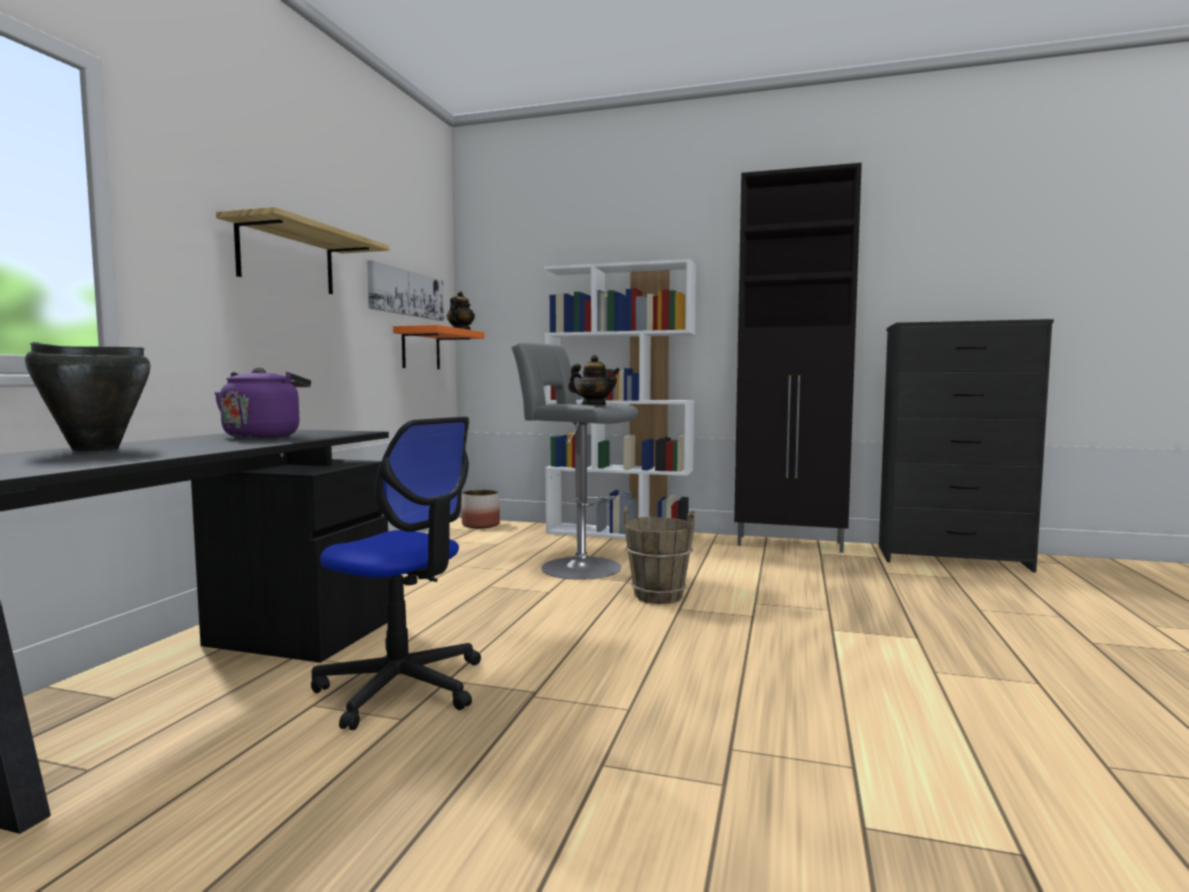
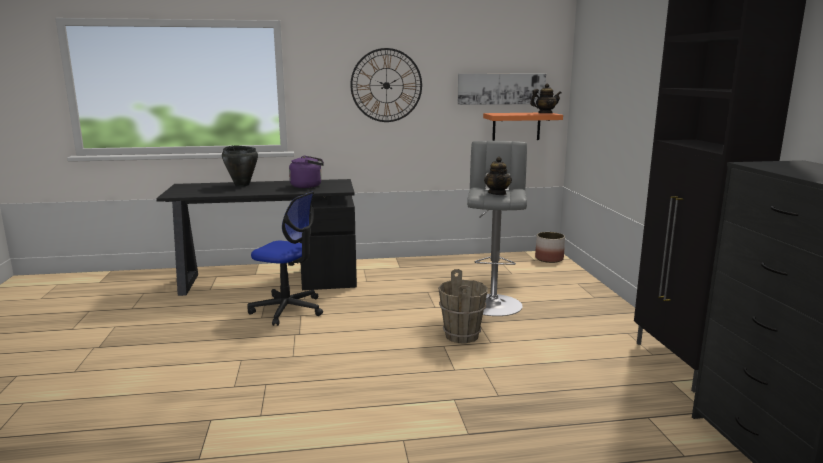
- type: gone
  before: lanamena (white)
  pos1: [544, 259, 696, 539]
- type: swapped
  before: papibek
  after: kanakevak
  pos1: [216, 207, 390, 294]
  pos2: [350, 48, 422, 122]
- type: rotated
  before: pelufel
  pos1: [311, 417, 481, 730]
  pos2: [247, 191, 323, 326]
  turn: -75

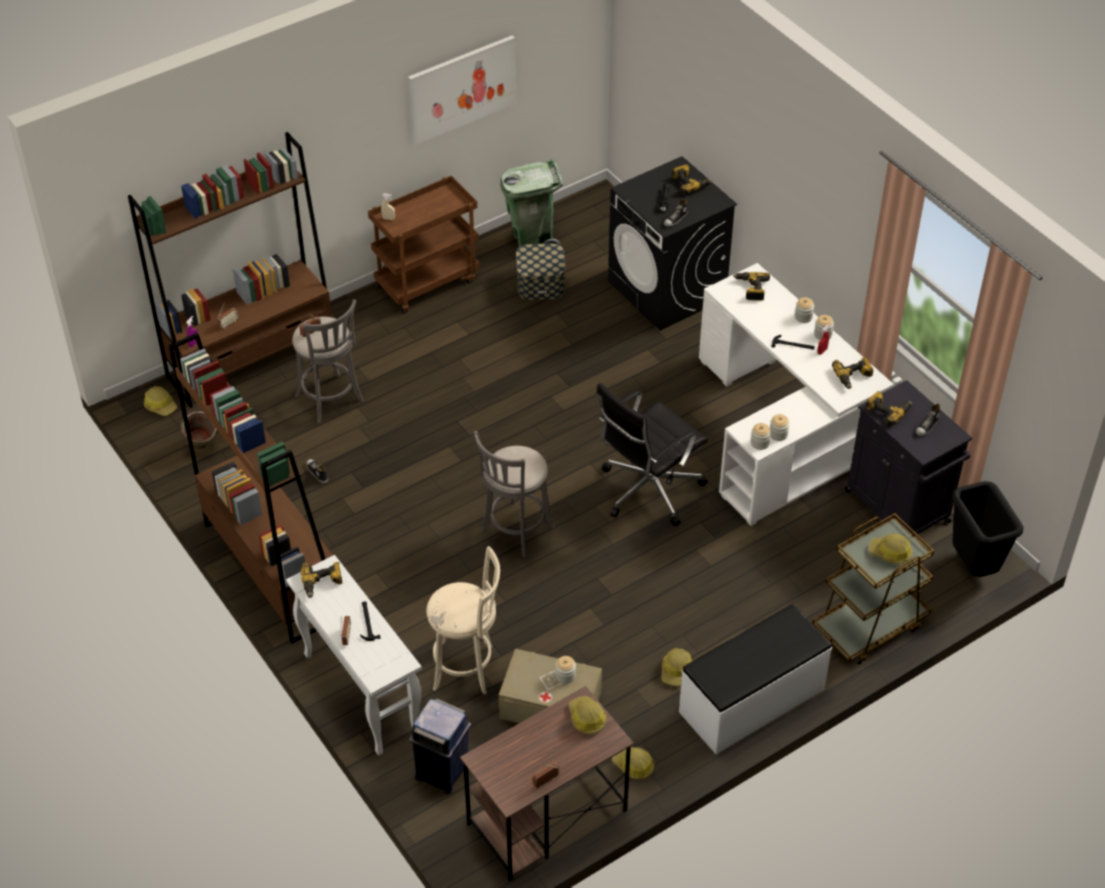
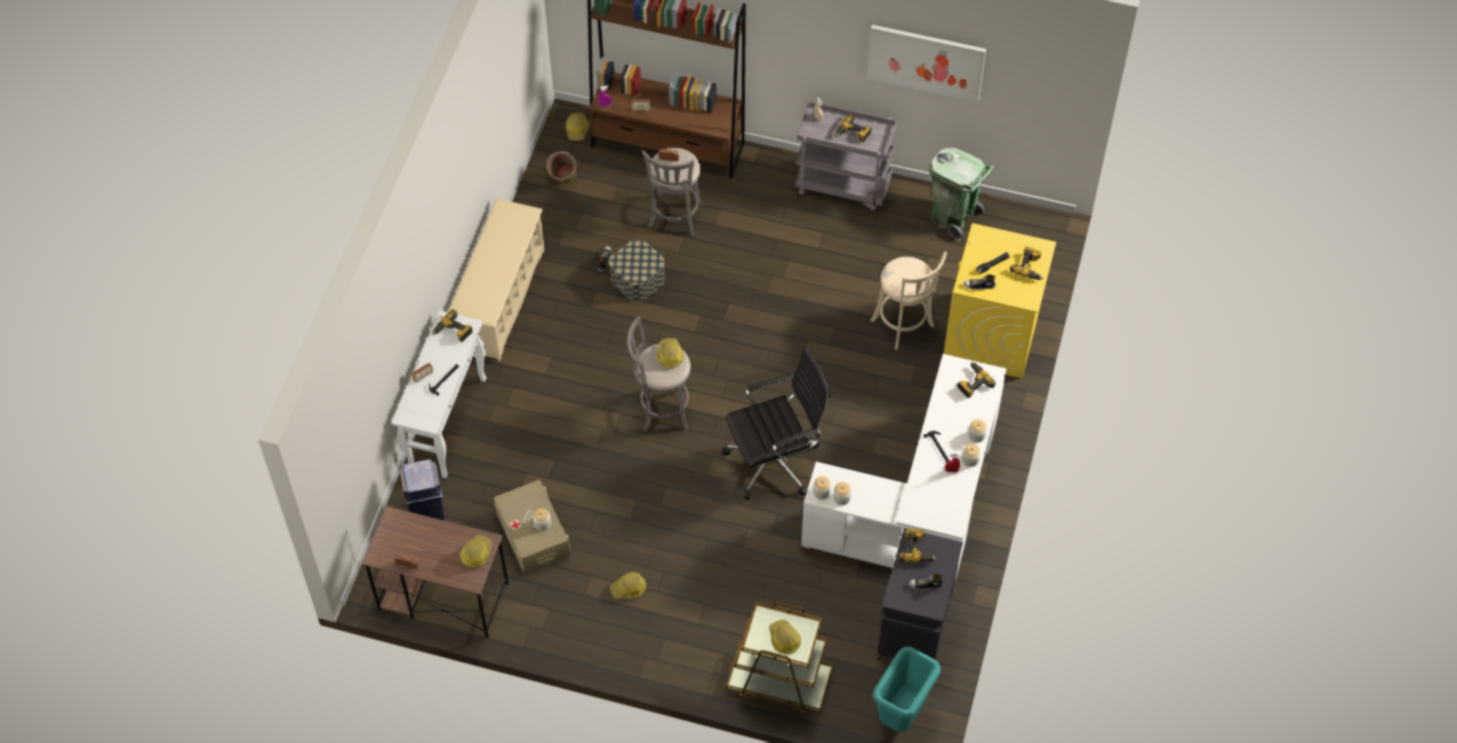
- type: gone
  before: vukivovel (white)
  pos1: [679, 604, 832, 754]
- type: shifted
  before: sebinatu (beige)
  pos1: [426, 546, 500, 695]
  pos2: [870, 252, 947, 350]
- type: shifted
  before: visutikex
  pos1: [516, 243, 566, 300]
  pos2: [609, 239, 665, 302]
- type: shifted
  before: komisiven
  pos1: [612, 747, 654, 779]
  pos2: [657, 338, 684, 368]
- type: shifted
  before: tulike
  pos1: [832, 357, 873, 389]
  pos2: [834, 113, 872, 143]
- type: swapped
  before: lanamena (brown)
  after: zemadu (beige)
  pos1: [168, 333, 333, 644]
  pos2: [448, 198, 544, 361]
- type: repainted
  before: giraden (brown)
  after: giraden (grey)
  pos1: [368, 176, 480, 314]
  pos2: [795, 101, 897, 212]
- type: repainted
  before: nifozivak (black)
  after: nifozivak (yellow)
  pos1: [608, 156, 737, 331]
  pos2: [944, 223, 1056, 378]
- type: repainted
  before: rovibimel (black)
  after: rovibimel (turquoise)
  pos1: [952, 481, 1023, 577]
  pos2: [873, 647, 941, 732]
- type: rotated
  before: pelufel (black)
  pos1: [597, 382, 708, 527]
  pos2: [722, 347, 830, 500]
  turn: 150

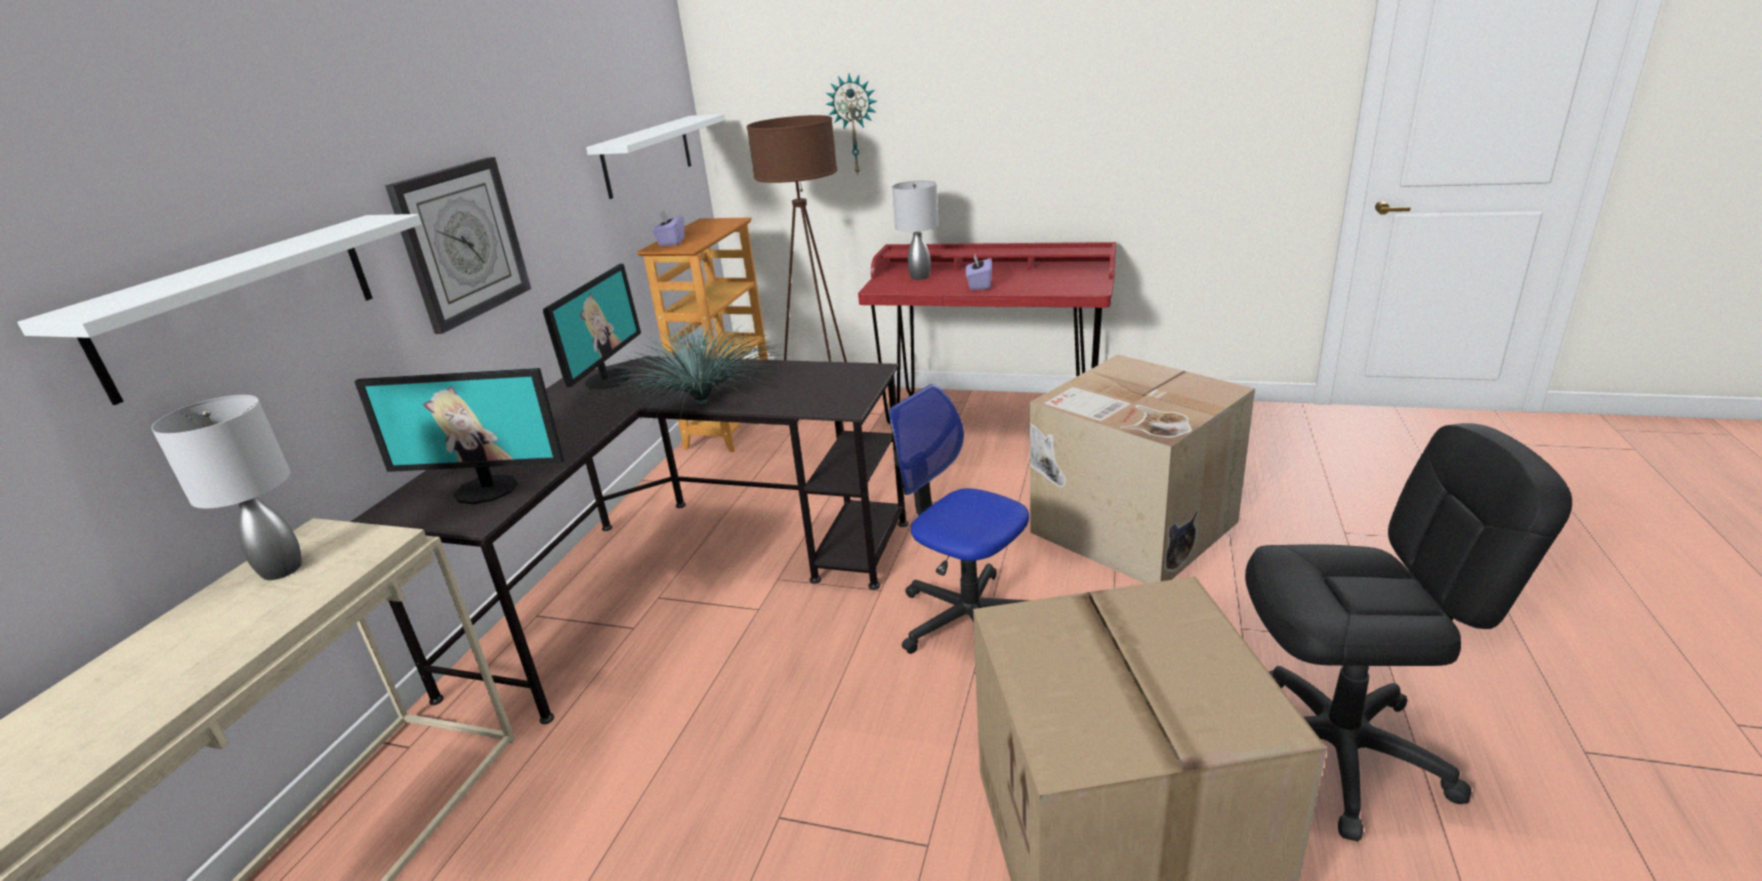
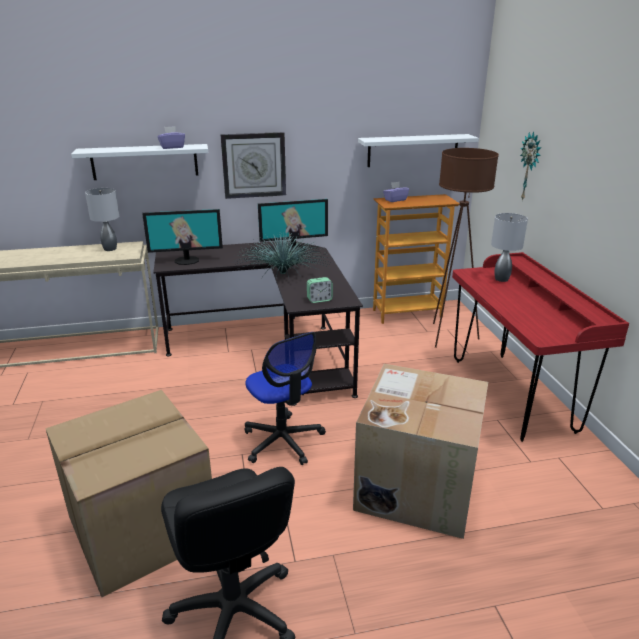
- type: new
  after: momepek
  pos2: [307, 277, 333, 303]
- type: shifted
  before: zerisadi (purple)
  pos1: [966, 254, 992, 290]
  pos2: [158, 126, 185, 149]
- type: rotated
  before: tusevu
  pos1: [354, 368, 564, 504]
  pos2: [142, 209, 223, 265]
  turn: -75
- type: rotated
  before: pelufel
  pos1: [889, 384, 1031, 654]
  pos2: [245, 332, 326, 465]
  turn: 135

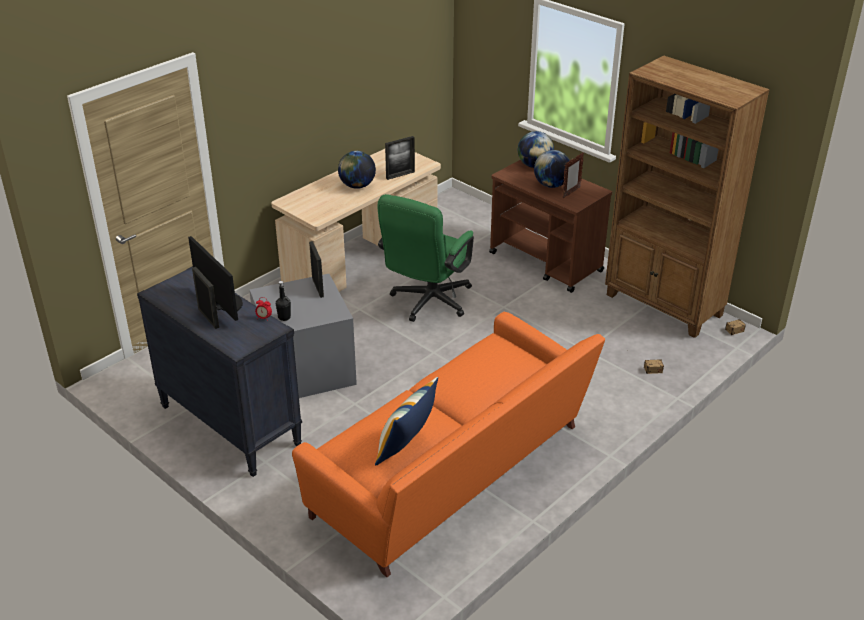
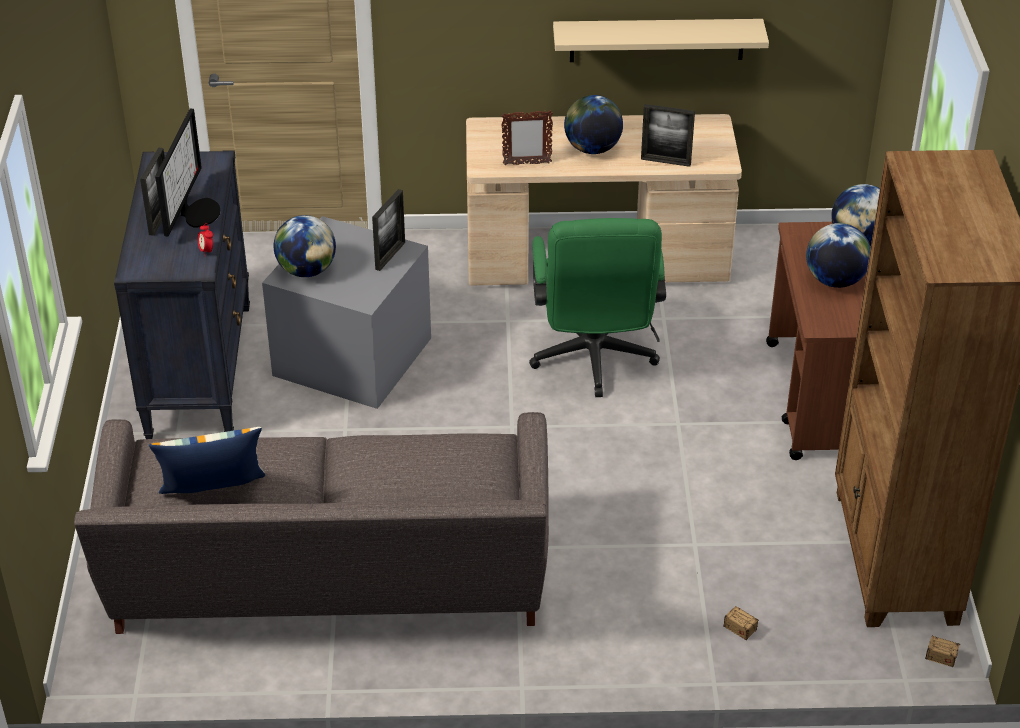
- type: new
  after: papibek (beige)
  pos2: [553, 19, 769, 62]
- type: shifted
  before: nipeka
  pos1: [563, 152, 584, 199]
  pos2: [501, 110, 553, 165]
- type: swapped
  before: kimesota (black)
  after: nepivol
  pos1: [276, 281, 291, 321]
  pos2: [274, 215, 336, 277]
- type: repainted
  before: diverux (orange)
  after: diverux (grey)
  pos1: [292, 312, 605, 577]
  pos2: [74, 412, 549, 634]
- type: rotated
  before: pelufel (green)
  pos1: [378, 194, 474, 322]
  pos2: [529, 218, 666, 397]
  turn: -75

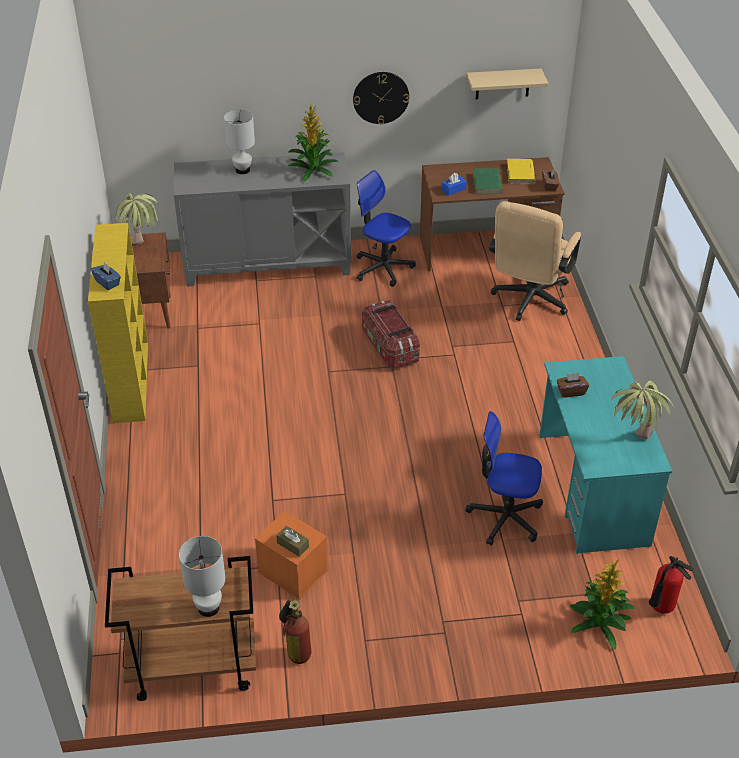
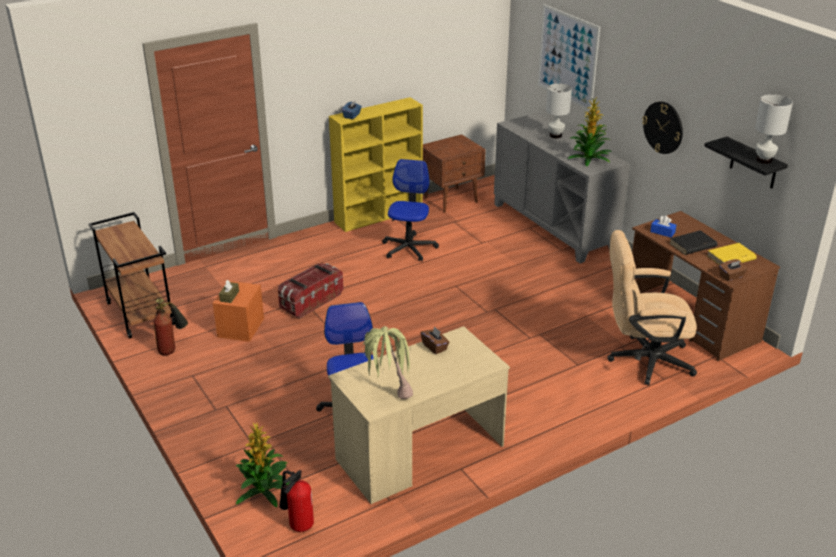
- type: gone
  before: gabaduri
  pos1: [115, 193, 158, 245]
- type: new
  after: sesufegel
  pos2: [538, 4, 600, 111]
- type: shifted
  before: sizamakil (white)
  pos1: [179, 536, 225, 617]
  pos2: [755, 94, 793, 164]
- type: shifted
  before: pelufel
  pos1: [356, 170, 416, 287]
  pos2: [382, 159, 439, 261]
- type: shifted
  before: visutikex
  pos1: [361, 300, 420, 368]
  pos2: [278, 263, 344, 319]
- type: repainted
  before: papibek (beige)
  after: papibek (black)
  pos1: [466, 69, 549, 99]
  pos2: [704, 137, 788, 188]
- type: repainted
  before: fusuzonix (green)
  after: fusuzonix (black)
  pos1: [473, 168, 503, 194]
  pos2: [669, 230, 717, 255]
- type: repainted
  before: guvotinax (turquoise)
  after: guvotinax (beige)
  pos1: [539, 356, 673, 553]
  pos2: [328, 326, 510, 504]

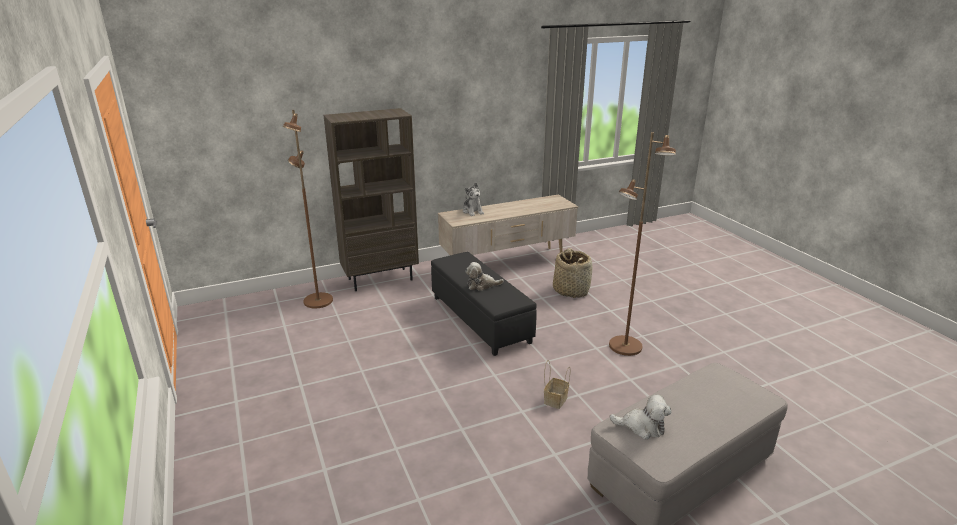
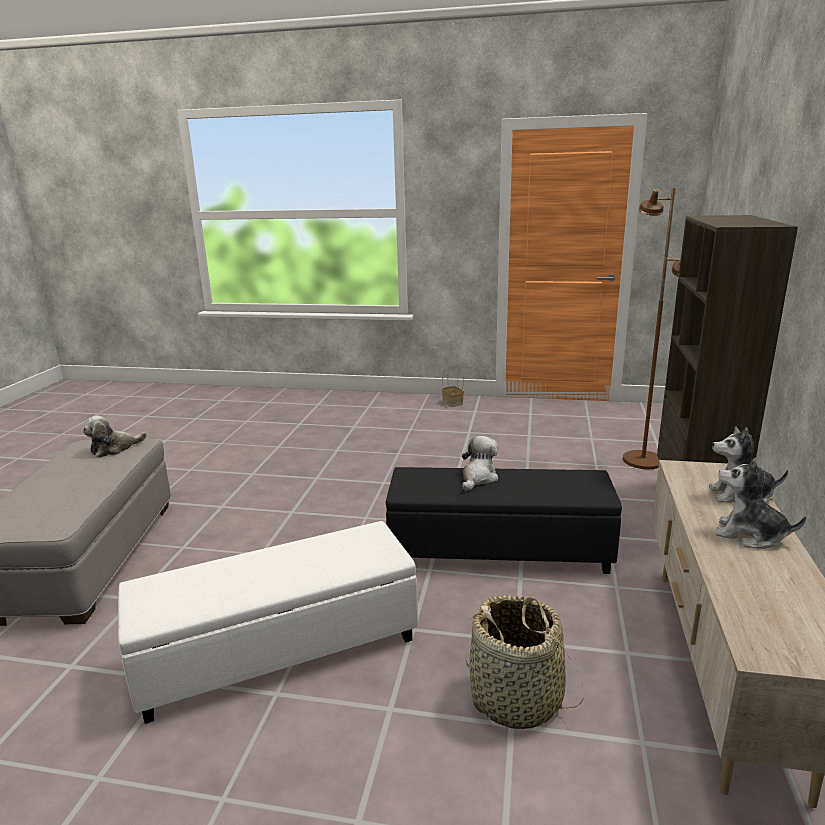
- type: new
  after: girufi
  pos2: [715, 458, 806, 549]
- type: shifted
  before: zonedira
  pos1: [544, 360, 570, 409]
  pos2: [442, 367, 464, 407]
- type: swapped
  before: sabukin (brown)
  after: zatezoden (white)
  pos1: [609, 132, 676, 356]
  pos2: [118, 521, 418, 724]

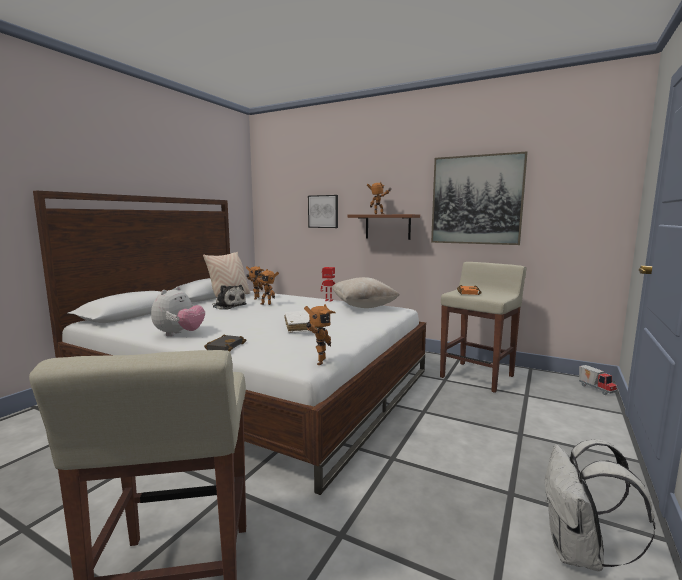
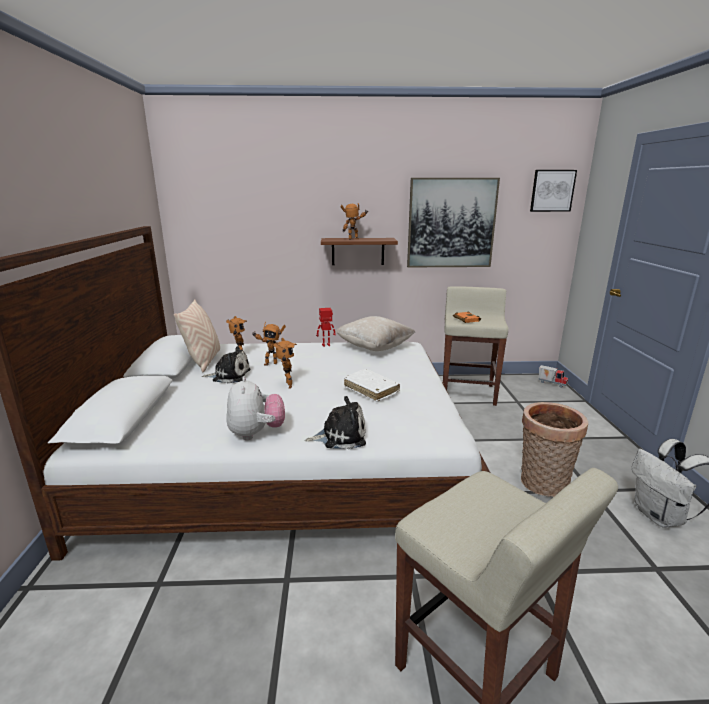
- type: new
  after: zonedira
  pos2: [521, 402, 588, 497]
- type: shifted
  before: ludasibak
  pos1: [304, 304, 336, 365]
  pos2: [273, 338, 297, 389]
- type: shifted
  before: sesufegel
  pos1: [308, 195, 338, 228]
  pos2: [530, 170, 577, 212]
- type: swapped
  before: fusuzonix (black)
  after: girufi
  pos1: [204, 334, 246, 351]
  pos2: [305, 396, 366, 449]

